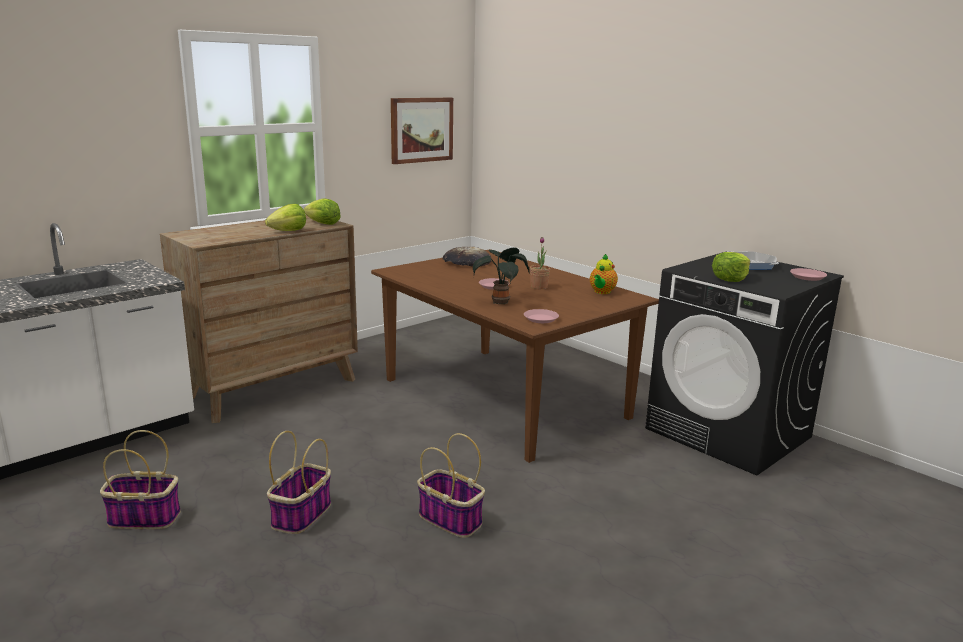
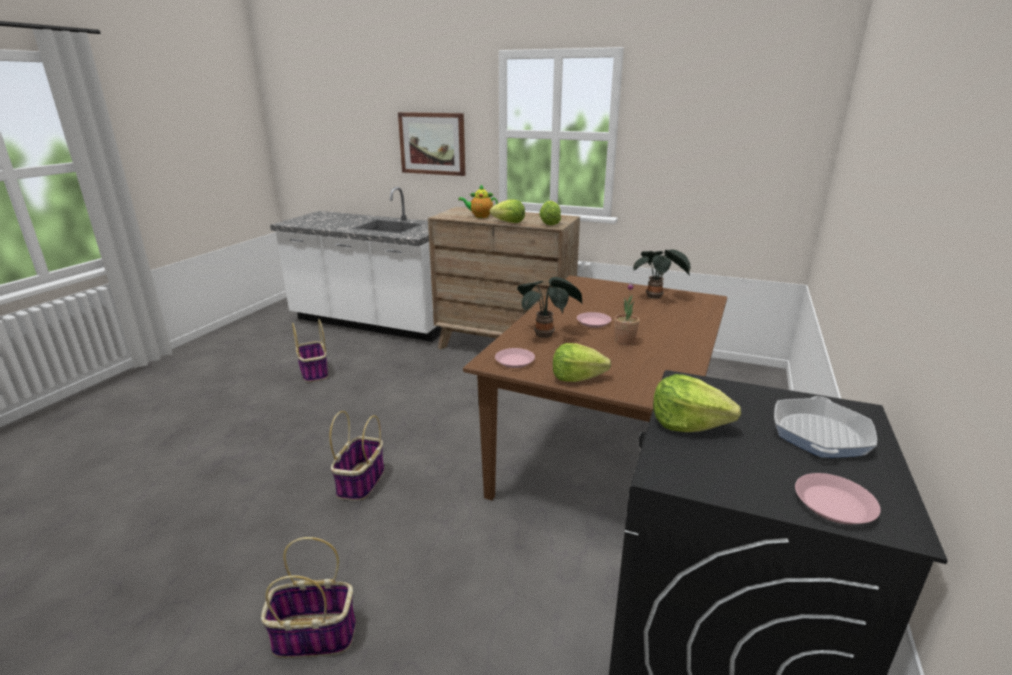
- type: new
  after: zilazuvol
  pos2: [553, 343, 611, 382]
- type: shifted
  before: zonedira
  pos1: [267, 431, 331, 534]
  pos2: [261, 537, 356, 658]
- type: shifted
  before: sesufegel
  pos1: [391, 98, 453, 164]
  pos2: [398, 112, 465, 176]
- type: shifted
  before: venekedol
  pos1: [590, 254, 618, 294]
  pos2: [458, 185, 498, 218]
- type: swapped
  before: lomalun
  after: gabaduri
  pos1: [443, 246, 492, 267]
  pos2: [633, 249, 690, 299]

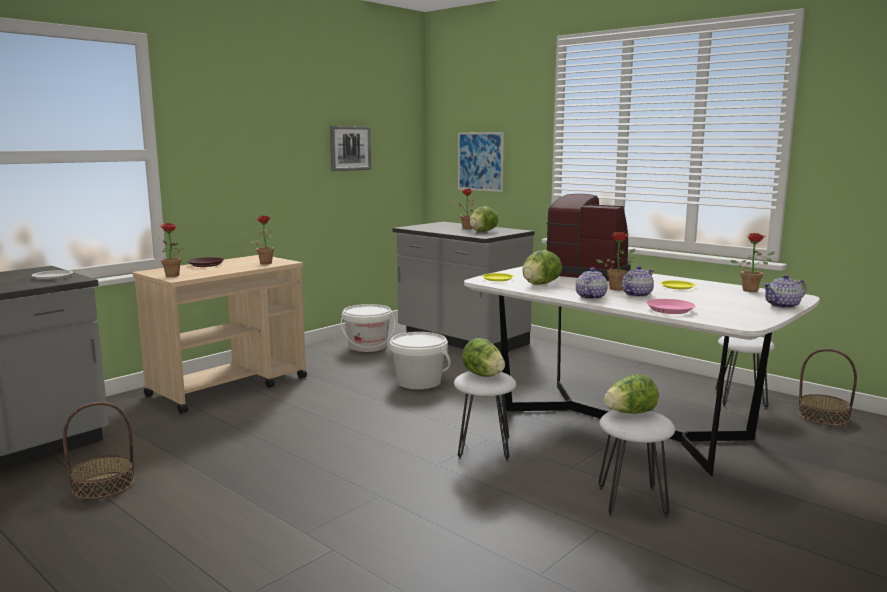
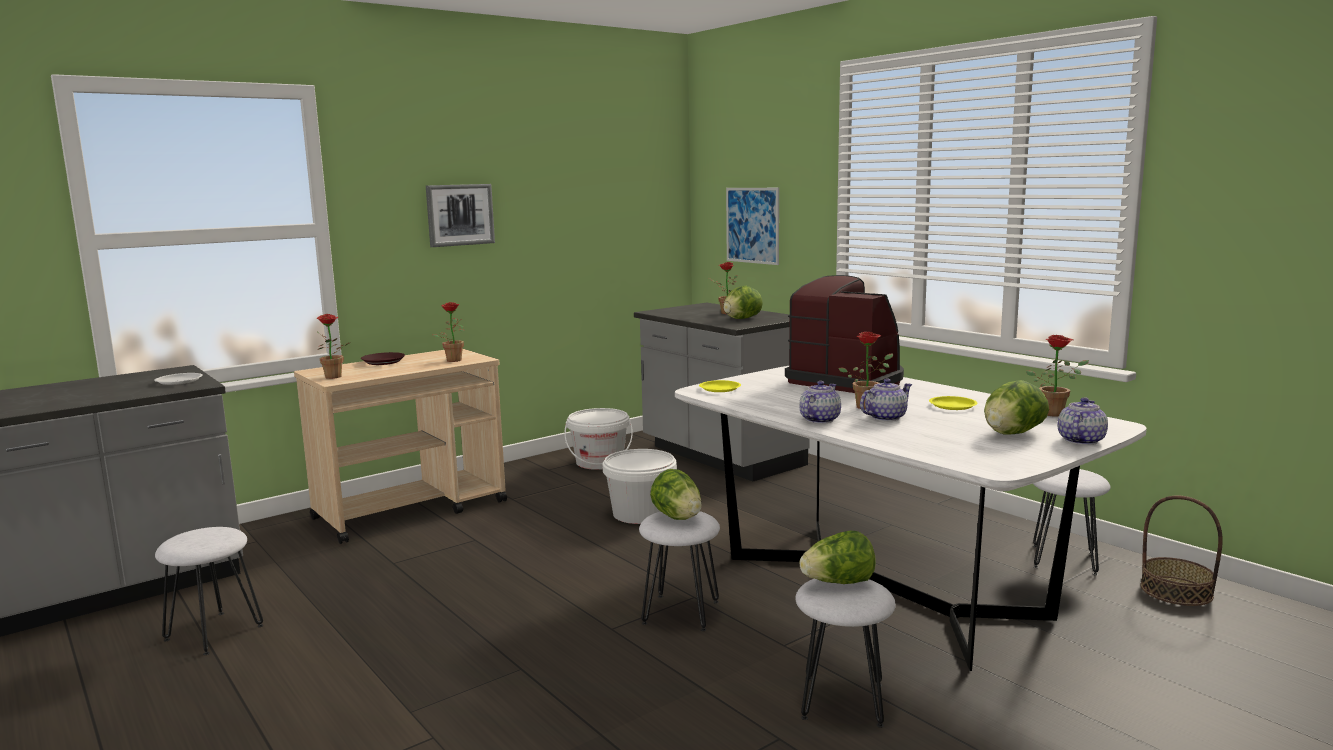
- type: gone
  before: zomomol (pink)
  pos1: [646, 299, 695, 314]
- type: shifted
  before: sesufegel
  pos1: [330, 126, 371, 171]
  pos2: [426, 184, 495, 247]
- type: shifted
  before: zilazuvol
  pos1: [522, 250, 562, 285]
  pos2: [984, 380, 1049, 435]
- type: swapped
  before: zonedira
  after: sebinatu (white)
  pos1: [63, 402, 134, 500]
  pos2: [155, 527, 263, 655]
- type: rotated
  before: venekedol
  pos1: [763, 275, 806, 309]
  pos2: [1058, 397, 1108, 445]
  turn: 135

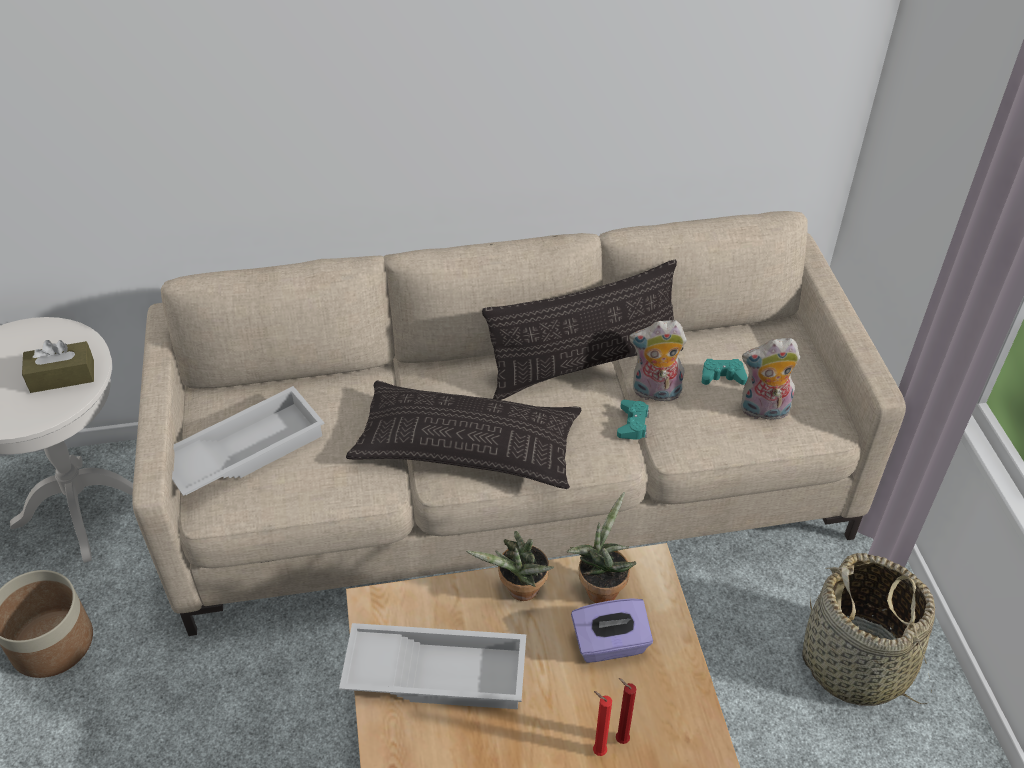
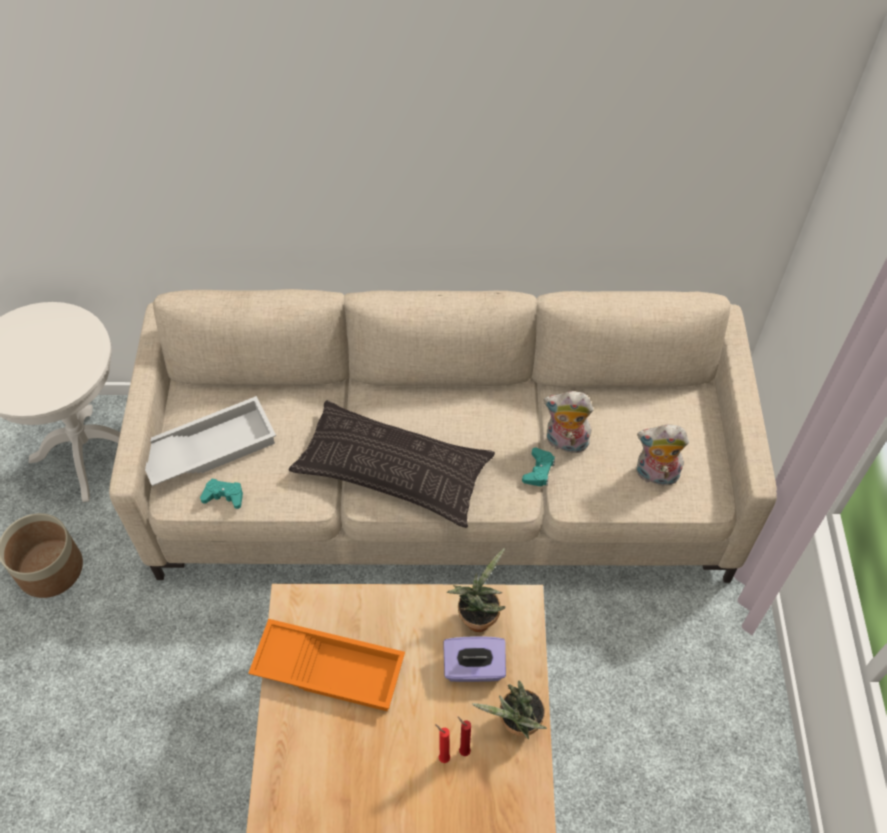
- type: gone
  before: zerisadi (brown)
  pos1: [22, 340, 94, 393]
- type: gone
  before: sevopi
  pos1: [482, 260, 684, 400]
- type: gone
  before: zonedira
  pos1: [802, 553, 935, 706]
- type: shifted
  before: gabaduri
  pos1: [466, 531, 554, 601]
  pos2: [472, 680, 547, 739]
- type: shifted
  before: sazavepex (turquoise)
  pos1: [702, 359, 748, 385]
  pos2: [200, 479, 243, 509]
- type: repainted
  before: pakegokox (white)
  after: pakegokox (orange)
  pos1: [339, 623, 526, 709]
  pos2: [248, 619, 405, 711]

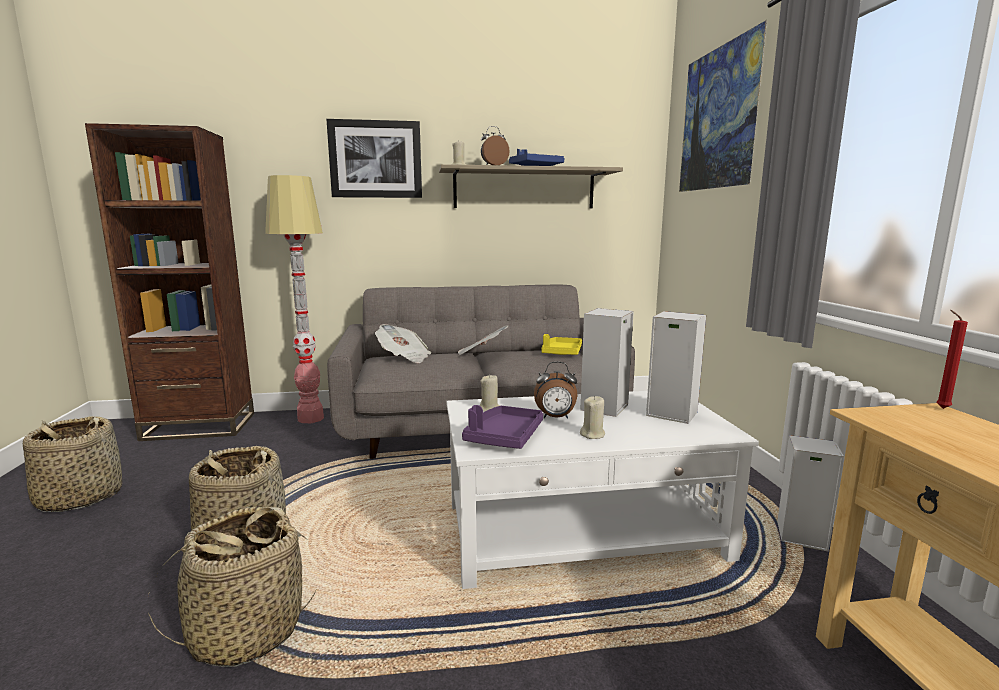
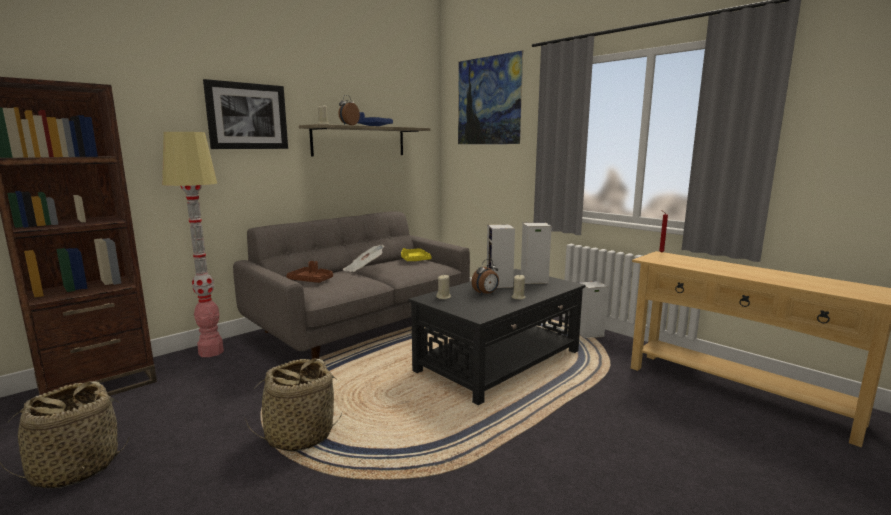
- type: gone
  before: zonedira
  pos1: [148, 507, 317, 667]
- type: gone
  before: pakegokox (purple)
  pos1: [462, 405, 543, 449]
- type: swapped
  before: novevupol
  after: pakegokox (brown)
  pos1: [375, 324, 431, 363]
  pos2: [286, 261, 333, 283]
- type: repainted
  before: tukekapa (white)
  after: tukekapa (black)
  pos1: [447, 391, 759, 589]
  pos2: [408, 269, 585, 405]

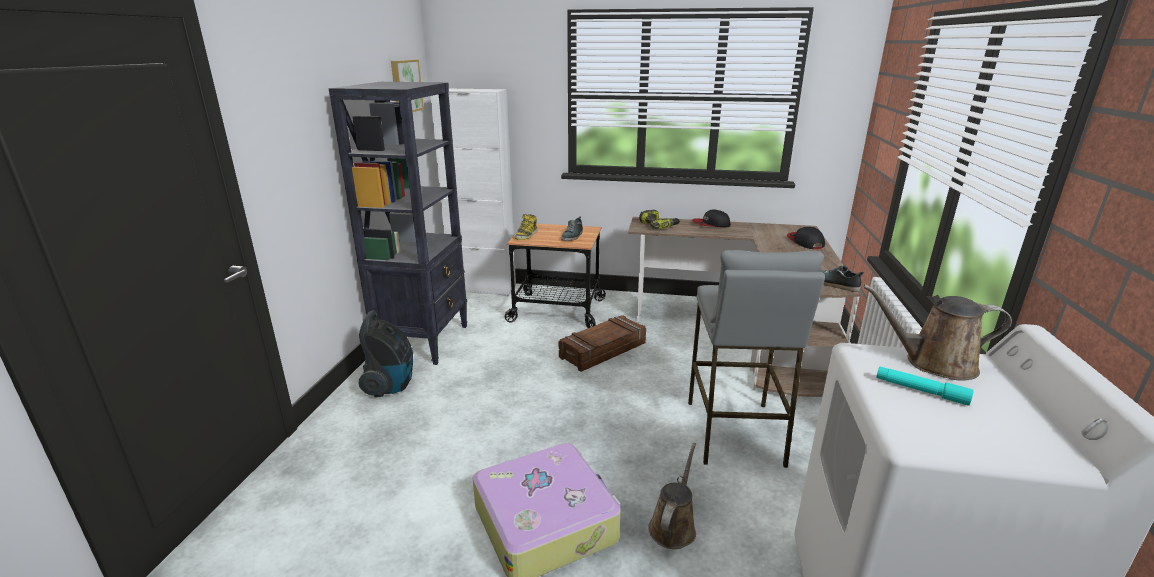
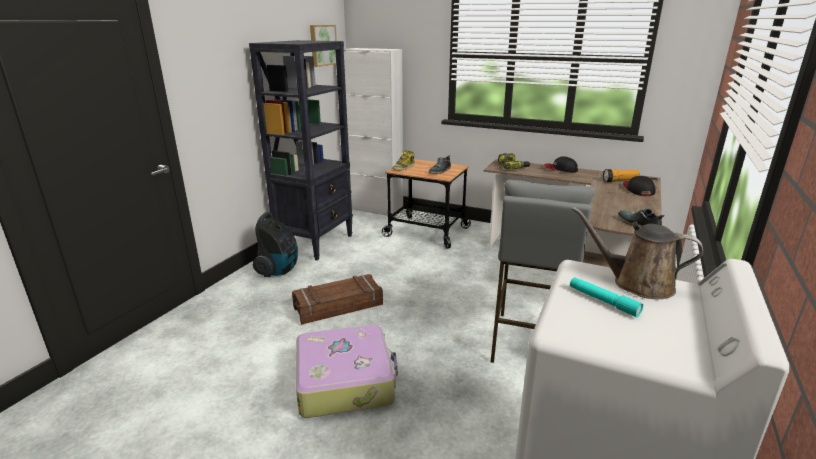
- type: gone
  before: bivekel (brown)
  pos1: [648, 443, 696, 549]
- type: new
  after: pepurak
  pos2: [603, 169, 640, 182]
- type: shifted
  before: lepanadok
  pos1: [559, 315, 646, 372]
  pos2: [292, 274, 383, 325]

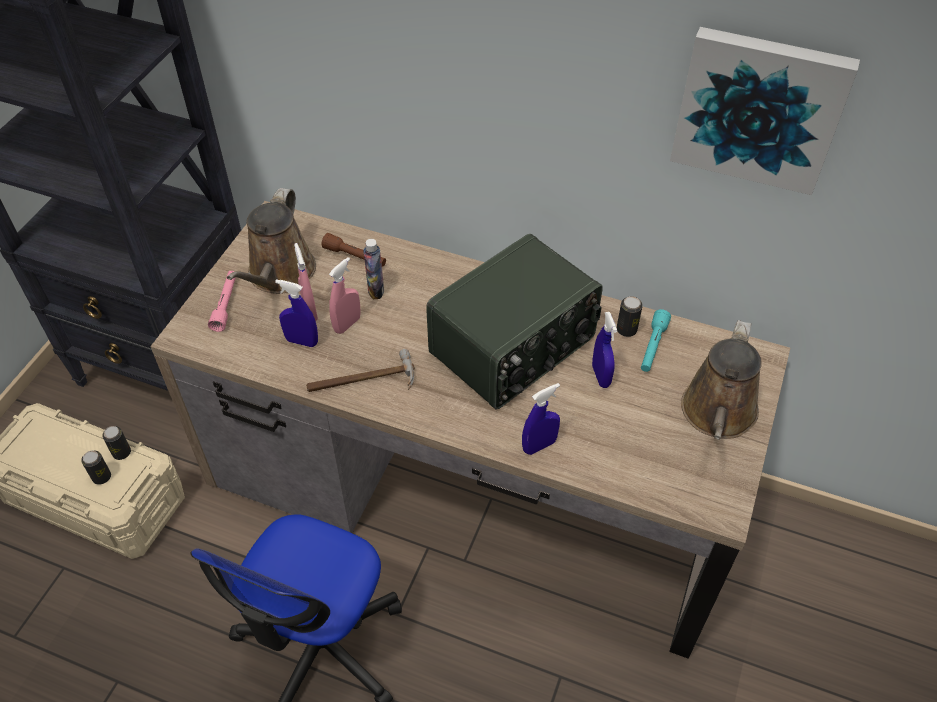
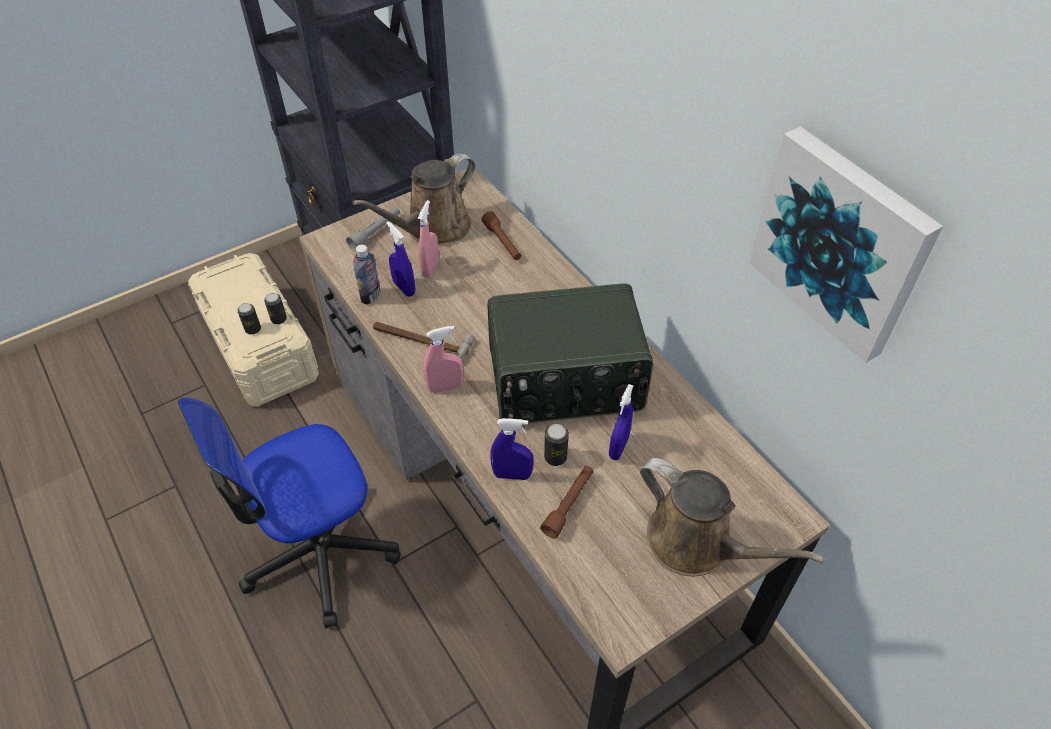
- type: gone
  before: pepurak (turquoise)
  pos1: [641, 309, 671, 372]
- type: new
  after: pepurak (brown)
  pos2: [540, 466, 593, 539]
- type: shifted
  before: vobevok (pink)
  pos1: [329, 257, 361, 334]
  pos2: [424, 326, 463, 393]
- type: shifted
  before: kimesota
  pos1: [364, 239, 384, 299]
  pos2: [353, 245, 381, 305]
- type: shifted
  before: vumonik
  pos1: [617, 296, 643, 337]
  pos2: [544, 424, 569, 466]
- type: repainted
  before: pepurak (pink)
  after: pepurak (grey)
  pos1: [208, 271, 236, 332]
  pos2: [346, 207, 400, 251]
- type: rotated
  before: bivekel (brown)
  pos1: [681, 320, 762, 440]
  pos2: [640, 458, 825, 576]
  turn: -105

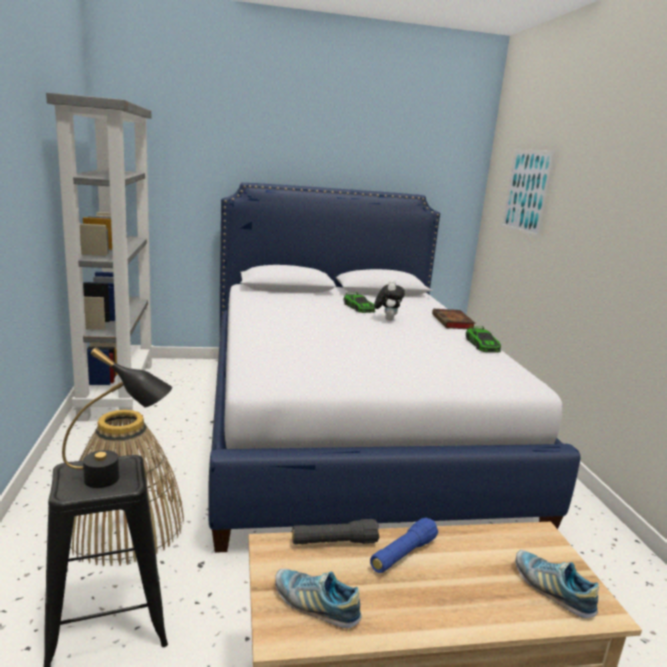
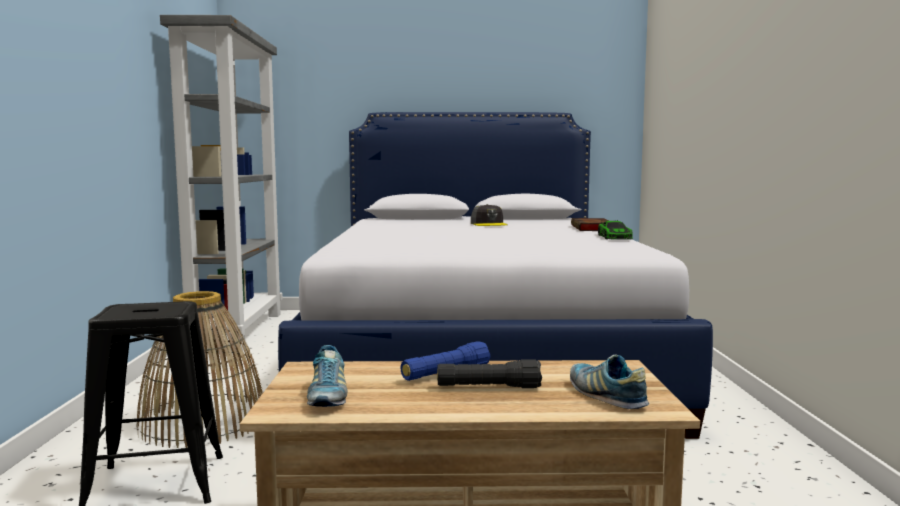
- type: gone
  before: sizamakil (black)
  pos1: [62, 347, 172, 488]
- type: gone
  before: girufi
  pos1: [374, 280, 405, 321]
- type: gone
  before: sesufegel
  pos1: [501, 150, 556, 238]
- type: shifted
  before: pepurak (black)
  pos1: [292, 519, 380, 545]
  pos2: [437, 359, 542, 388]
- type: swapped
  before: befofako
  after: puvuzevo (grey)
  pos1: [343, 292, 376, 313]
  pos2: [471, 204, 508, 226]
- type: rotated
  before: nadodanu
  pos1: [275, 569, 362, 628]
  pos2: [307, 345, 347, 407]
  turn: -135

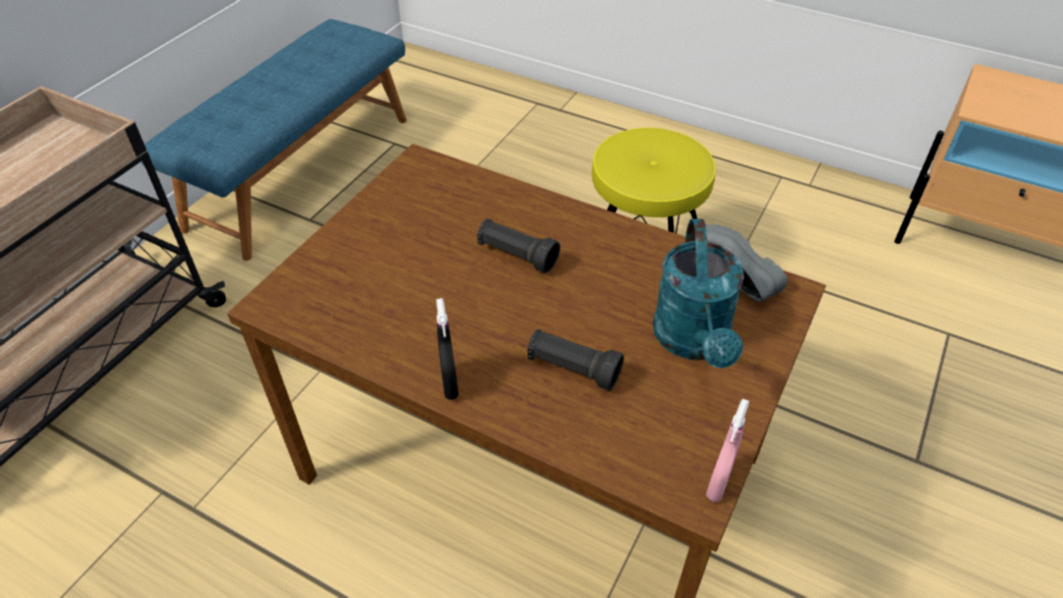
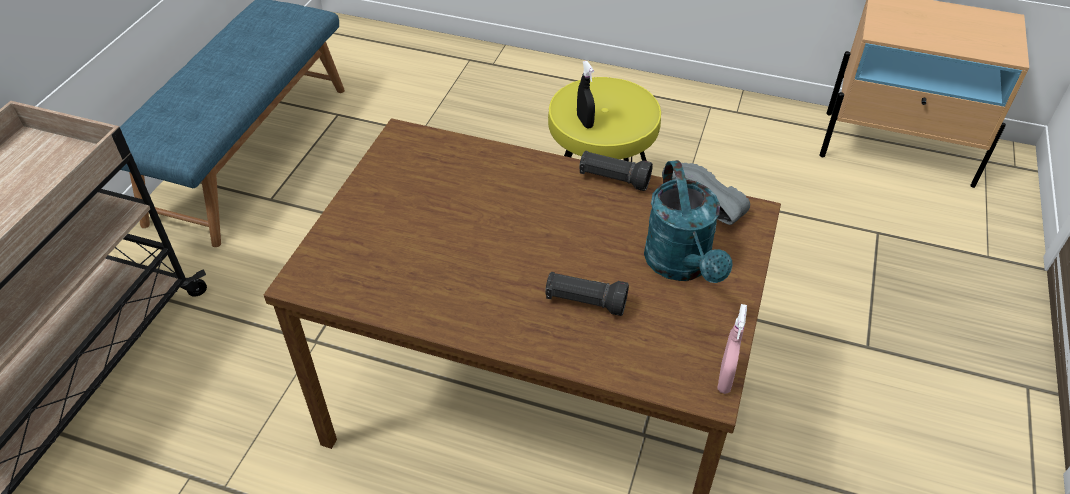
- type: shifted
  before: vobevok (black)
  pos1: [436, 298, 459, 400]
  pos2: [577, 61, 595, 128]
- type: shifted
  before: pepurak (black)
  pos1: [477, 219, 560, 273]
  pos2: [579, 151, 653, 191]

